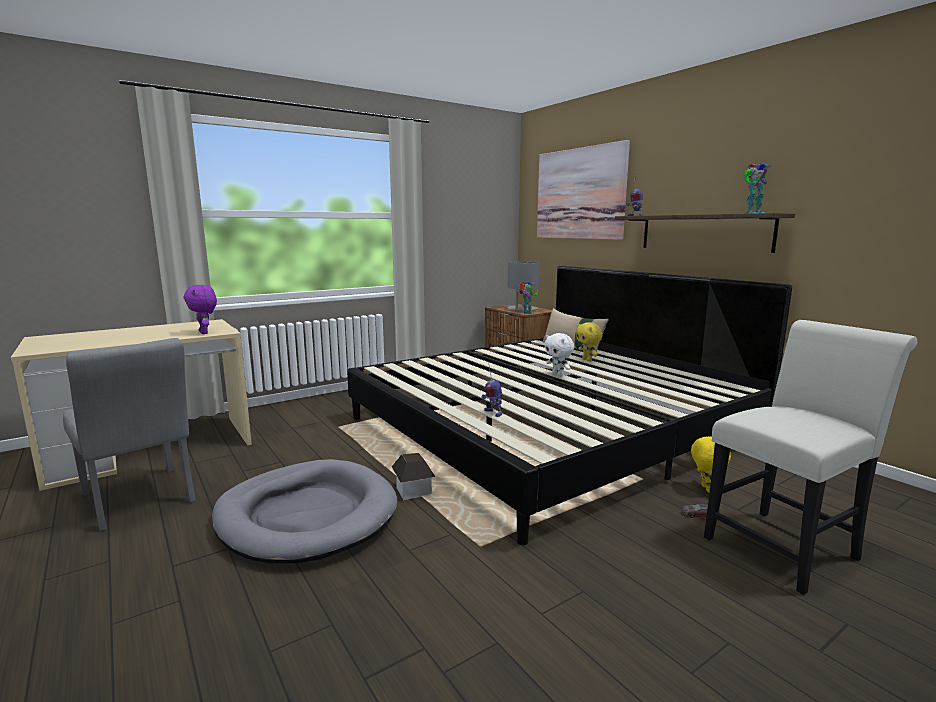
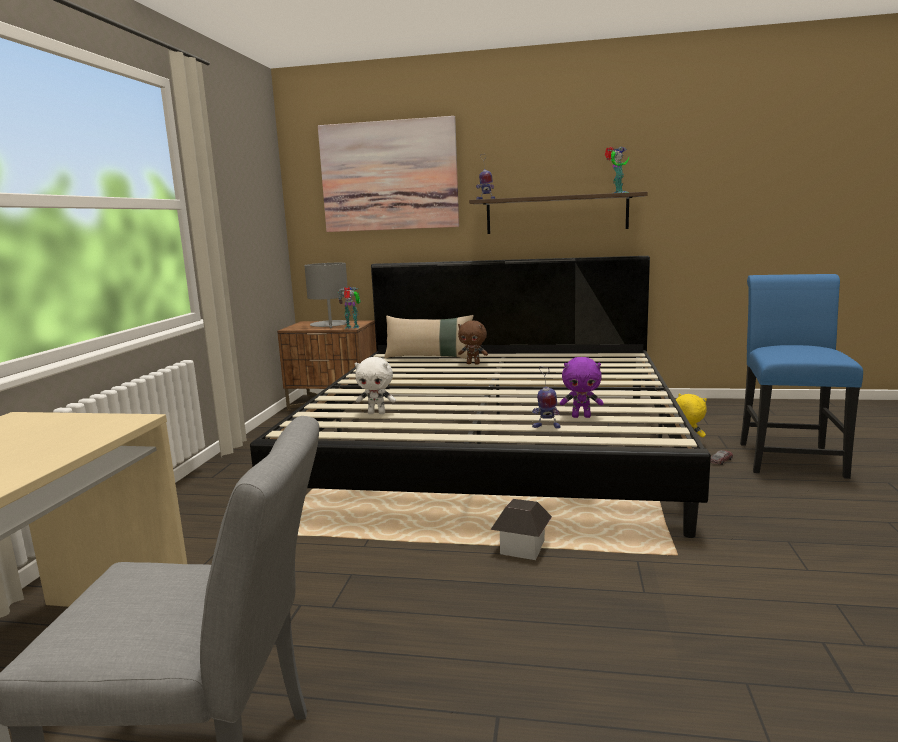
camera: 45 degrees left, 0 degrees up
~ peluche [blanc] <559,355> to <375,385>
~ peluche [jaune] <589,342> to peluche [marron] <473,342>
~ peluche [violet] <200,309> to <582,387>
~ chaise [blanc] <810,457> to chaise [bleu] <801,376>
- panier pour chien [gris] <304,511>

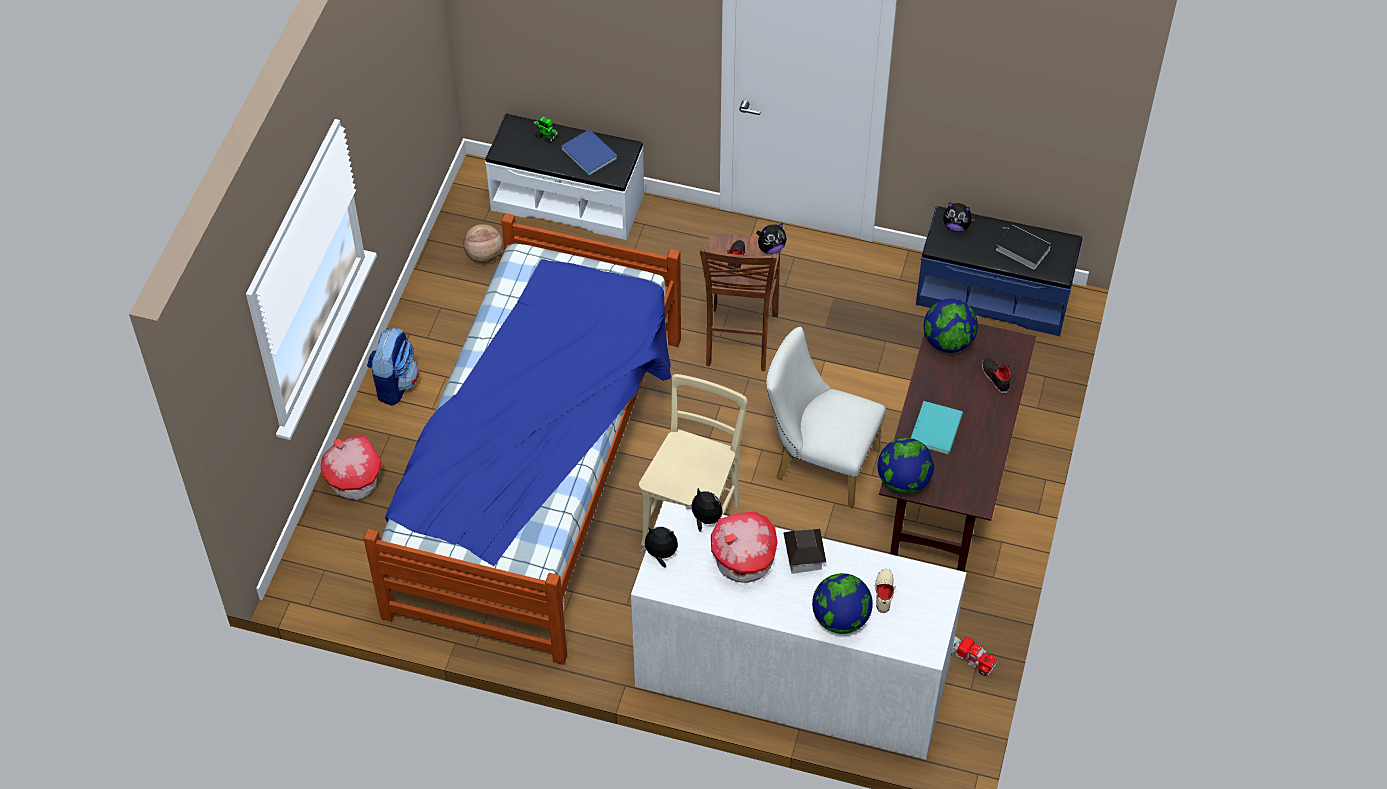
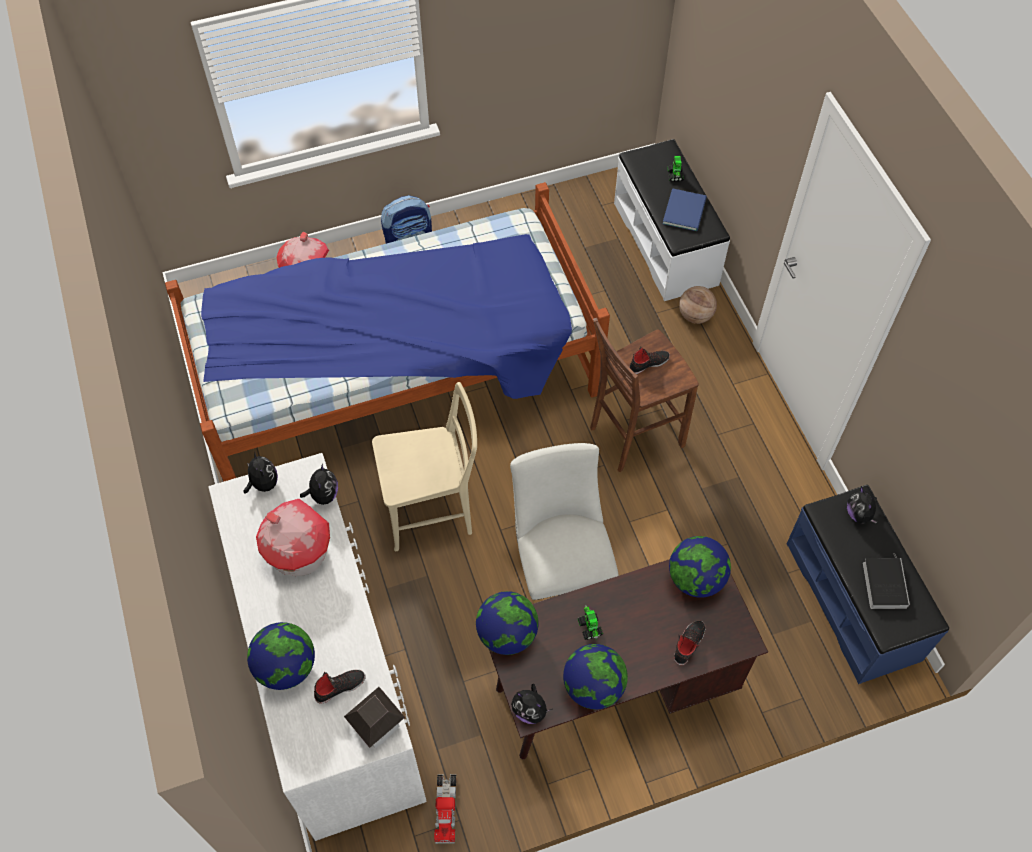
camera: 55 degrees right, 5 degrees up
~ chaussure [beige] <885,591> to chaussure [noir] <340,687>
~ maison miniature <804,551> to <374,717>
~ peluche <771,238> to <532,704>
+ globe <595,676>
~ livre [turquoise] <937,427> to robot jouet <590,622>
~ ballon de basket <482,243> to <698,305>

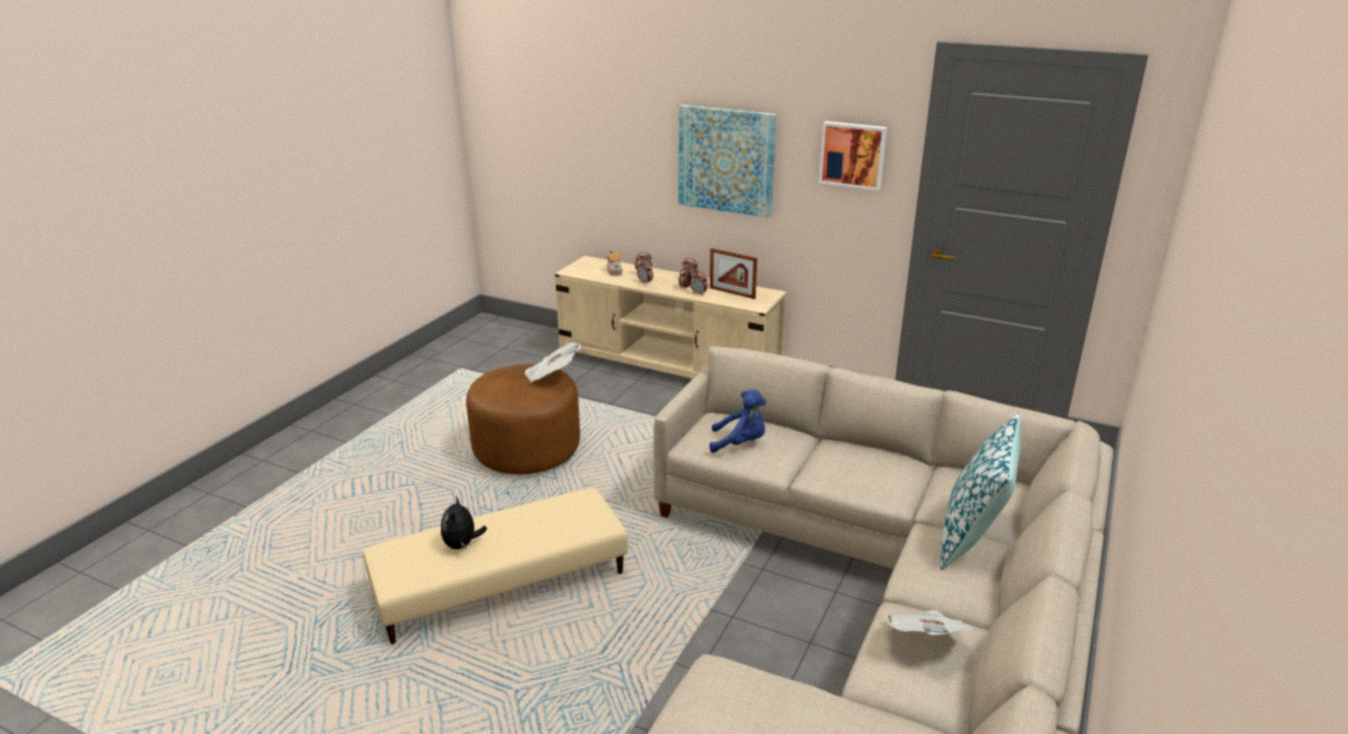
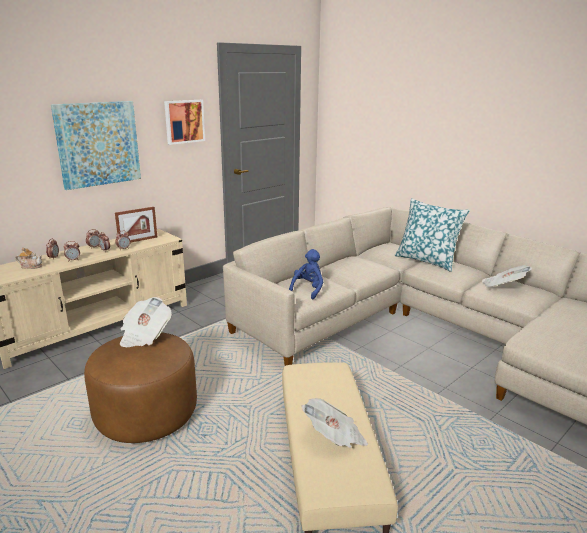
camera: 70 degrees left, 5 degrees down
~ peluche <464,522> to journal <334,423>

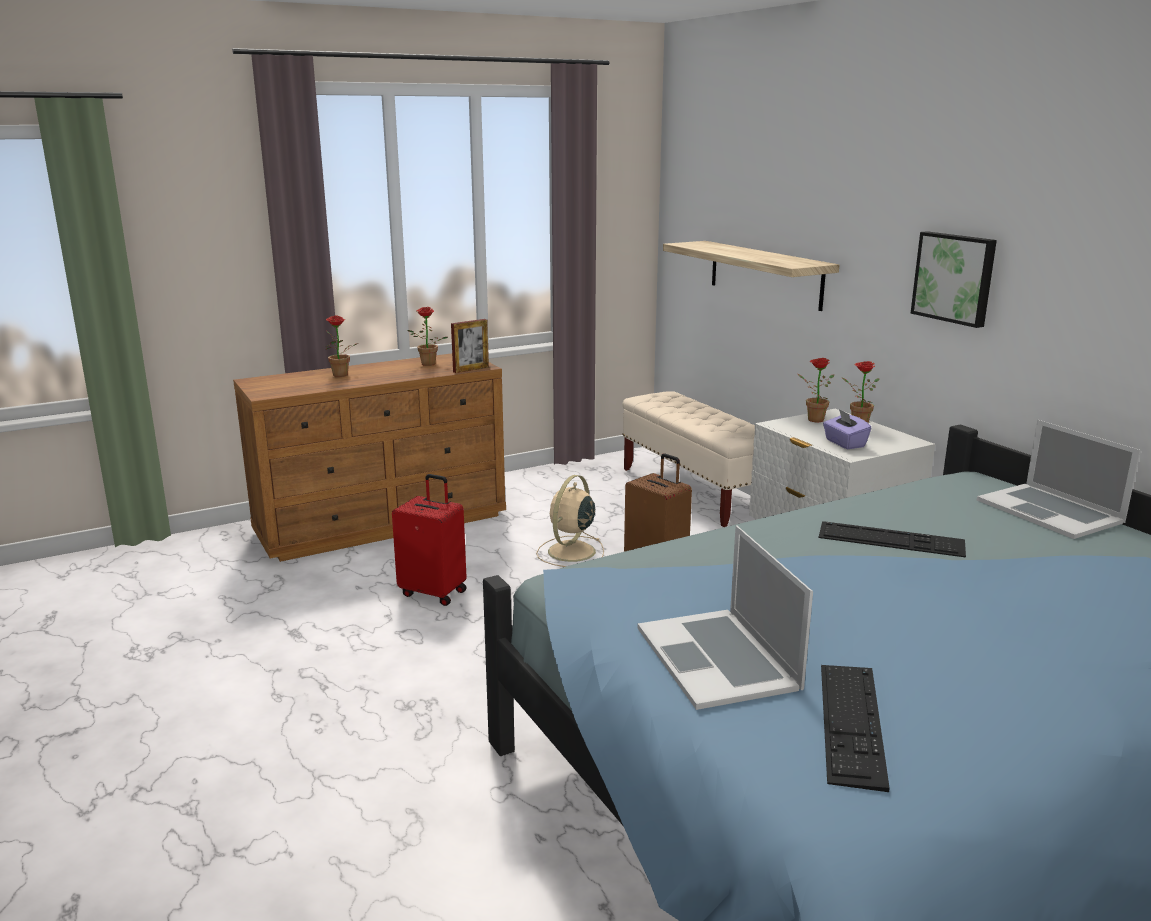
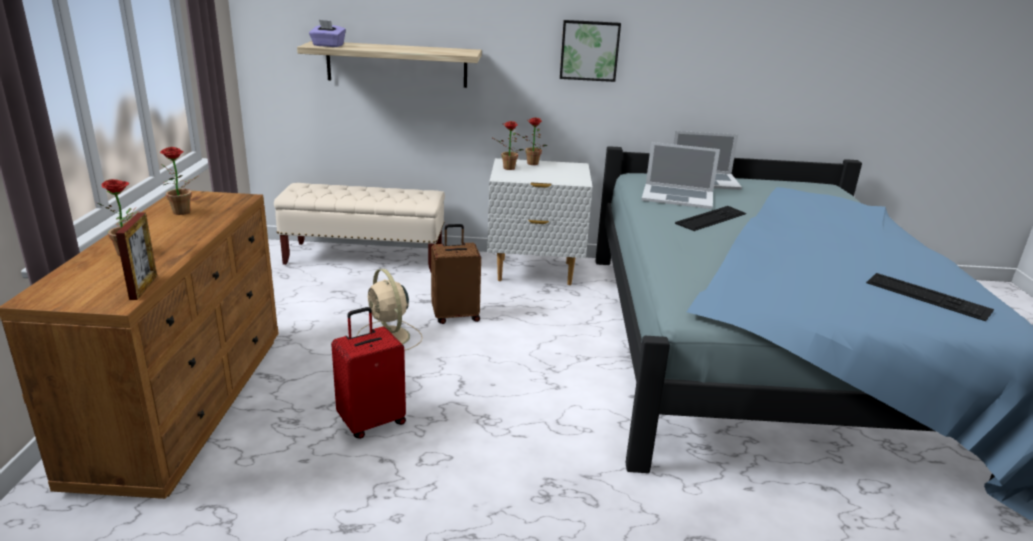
camera: 60 degrees left, 5 degrees up
~ cadre photo <470,346> to <136,256>
~ boîte à mouchoirs [violet] <847,429> to <327,33>
~ ordinateur portable <725,618> to <680,175>

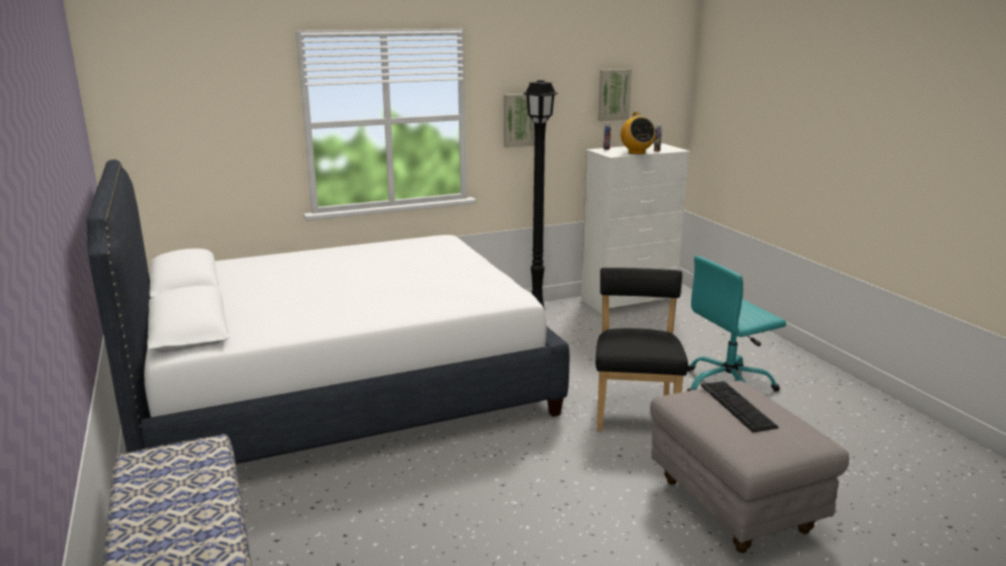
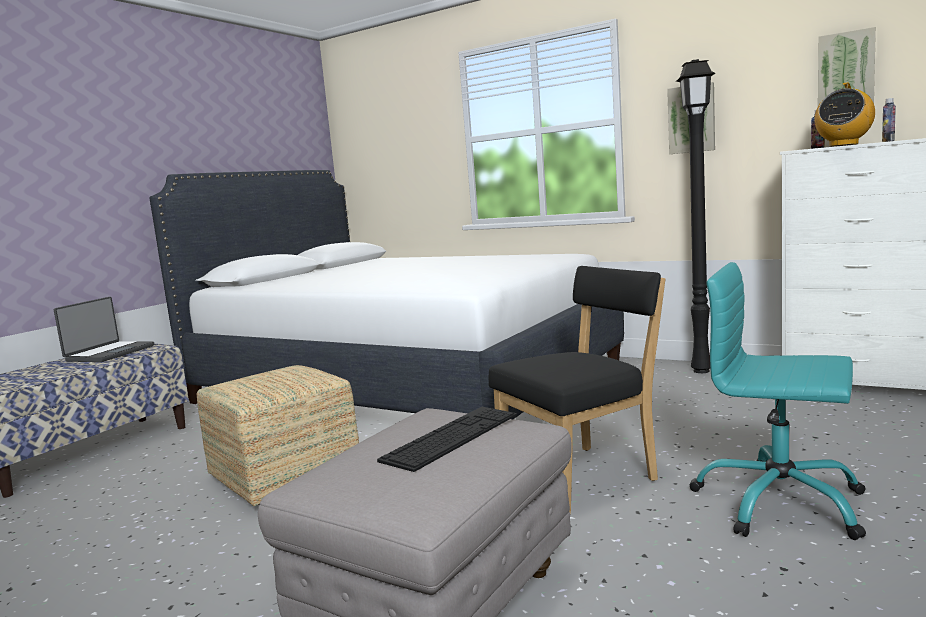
camera: 55 degrees right, 10 degrees down
+ ordinateur portable <104,329>
+ pouf <278,435>

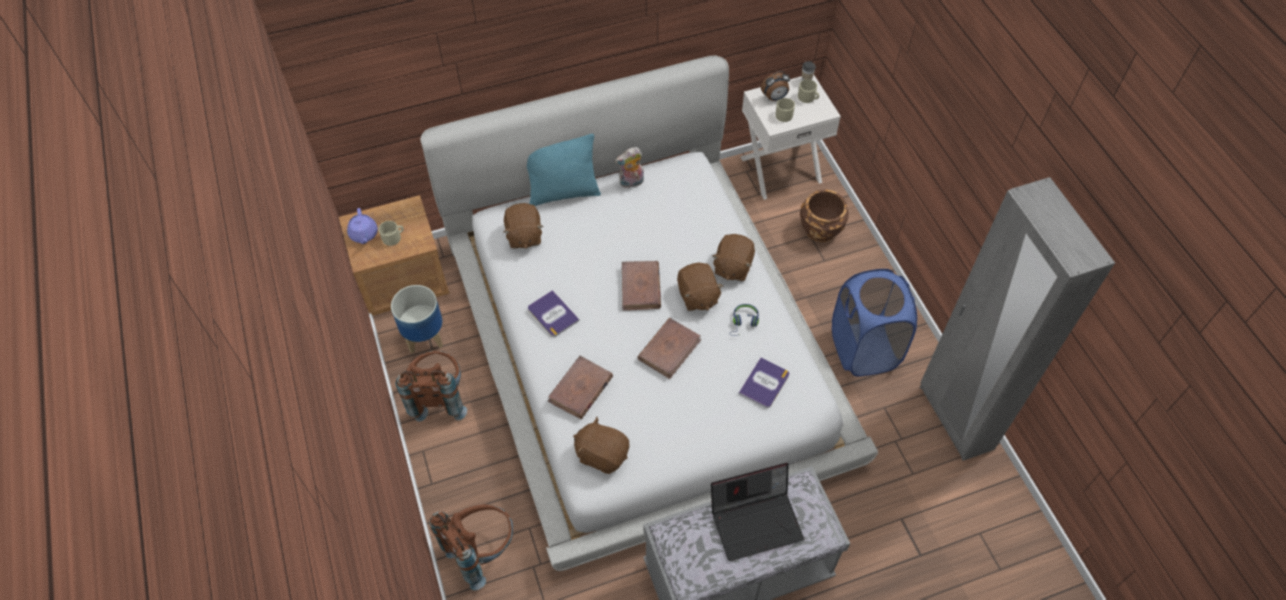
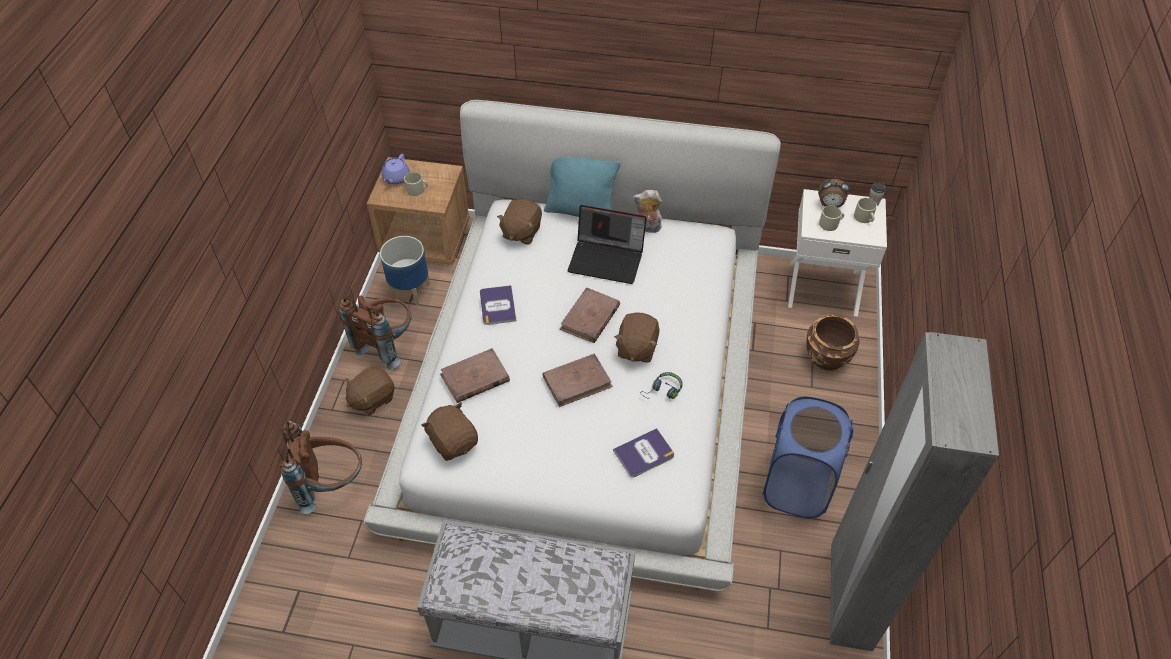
camera: 30 degrees right, 5 degrees down
~ peluche [marron] <733,257> to <370,391>
~ ordinateur portable <757,512> to <607,244>

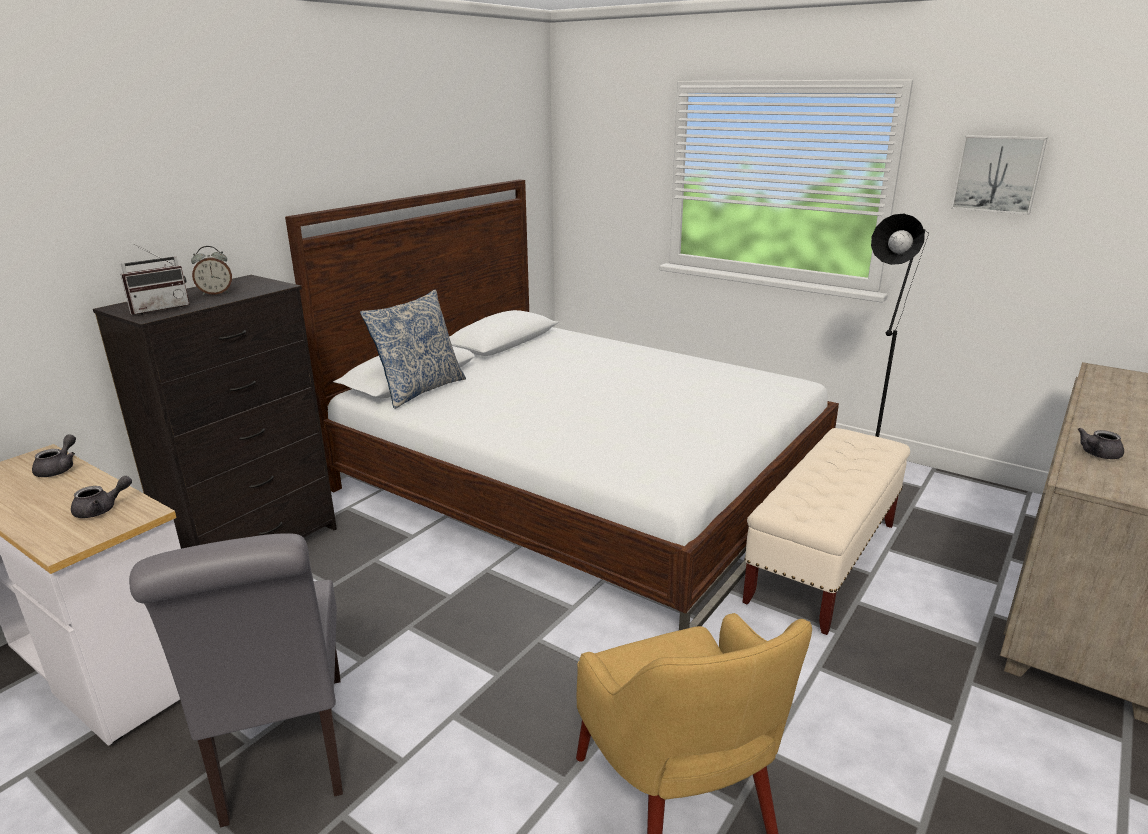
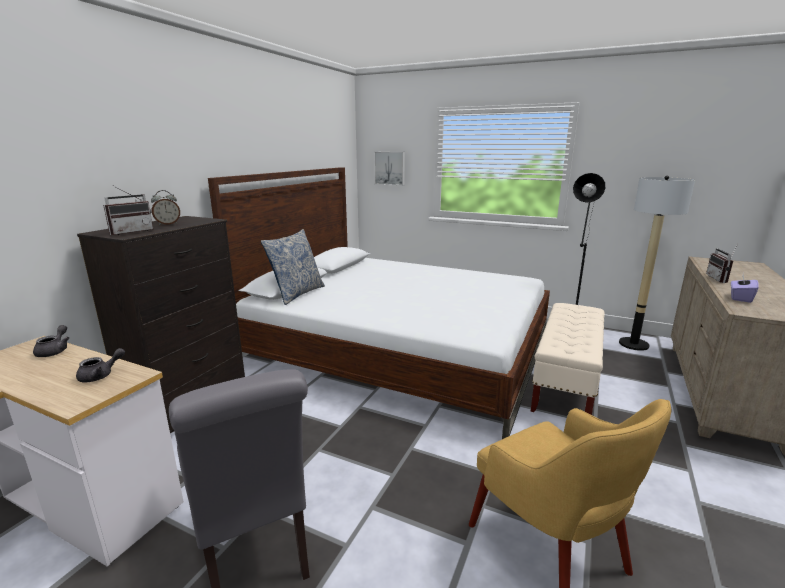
camera: 10 degrees left, 5 degrees down
~ tableau <999,175> to <389,169>
+ lampadaire <657,263>
+ radio <722,263>
~ théière [gris] <1100,443> to boîte à mouchoirs [violet] <745,288>

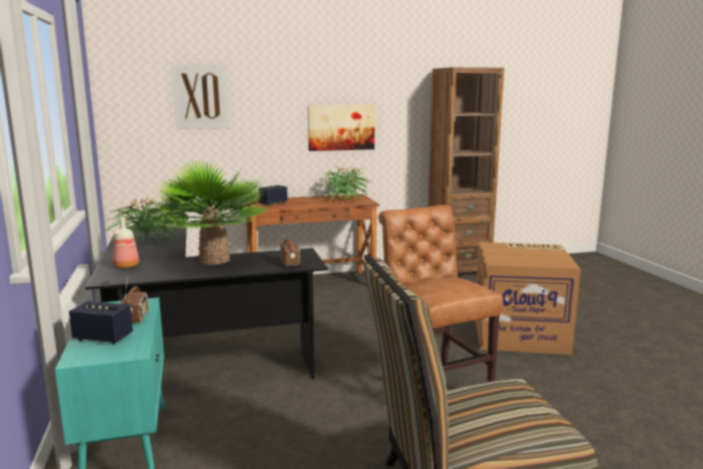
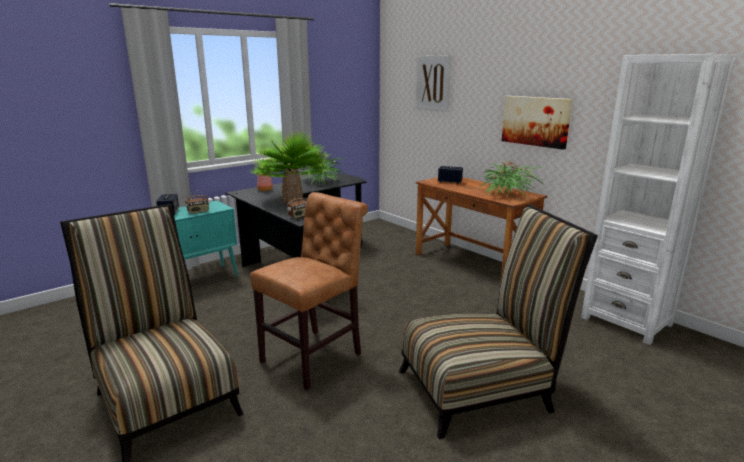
camera: 65 degrees right, 5 degrees up
~ carton <528,298> to chaise <498,321>
~ bibliothèque [marron] <466,170> to bibliothèque [blanc] <658,199>

